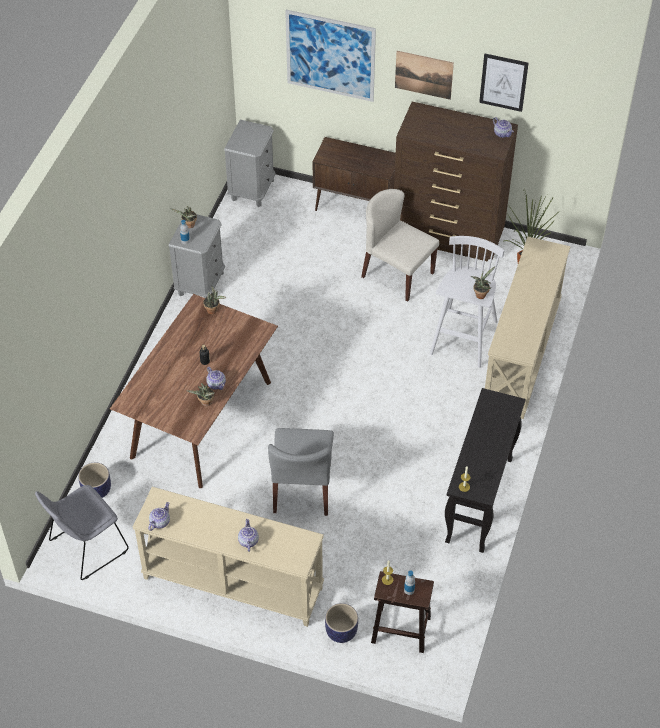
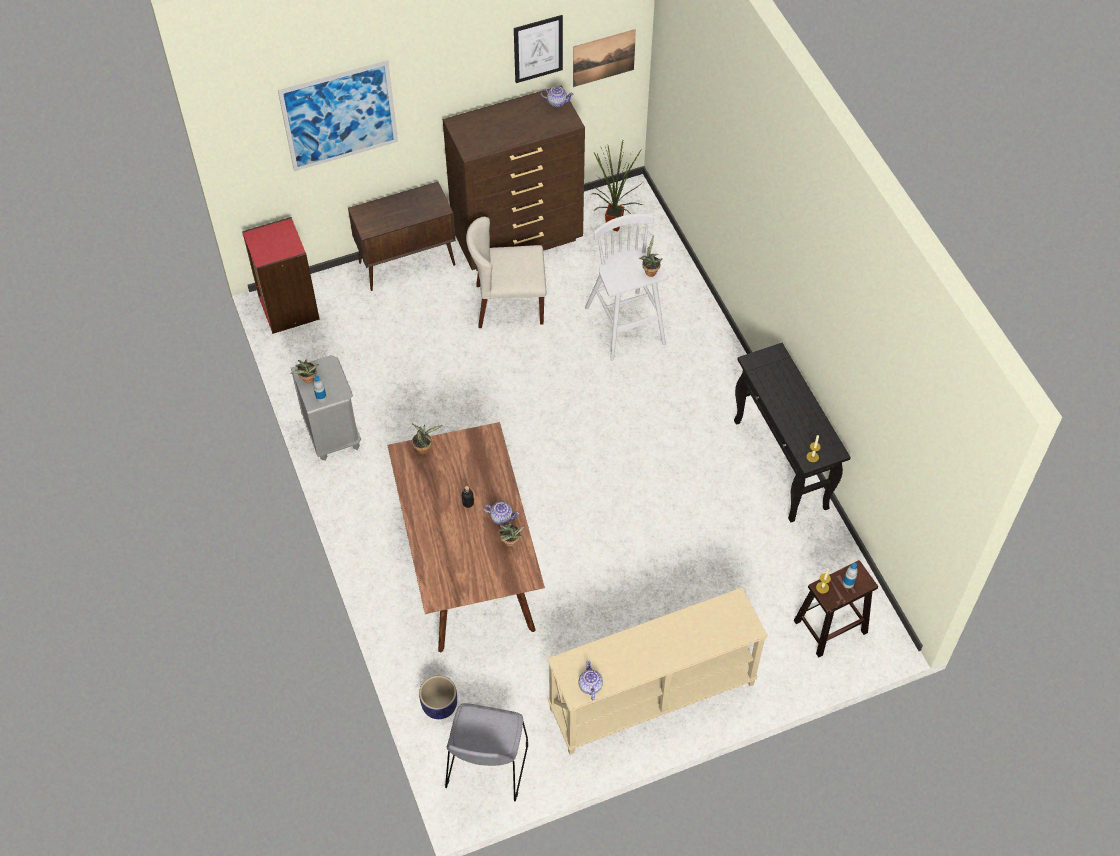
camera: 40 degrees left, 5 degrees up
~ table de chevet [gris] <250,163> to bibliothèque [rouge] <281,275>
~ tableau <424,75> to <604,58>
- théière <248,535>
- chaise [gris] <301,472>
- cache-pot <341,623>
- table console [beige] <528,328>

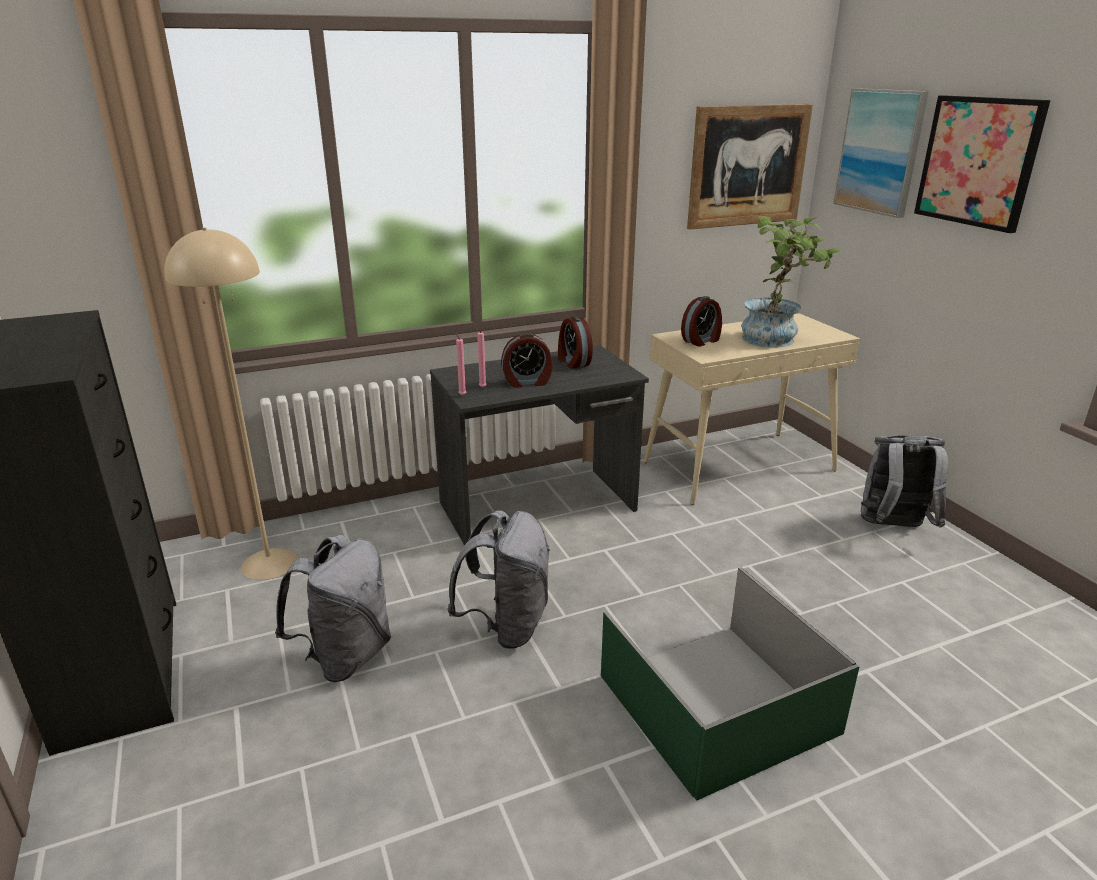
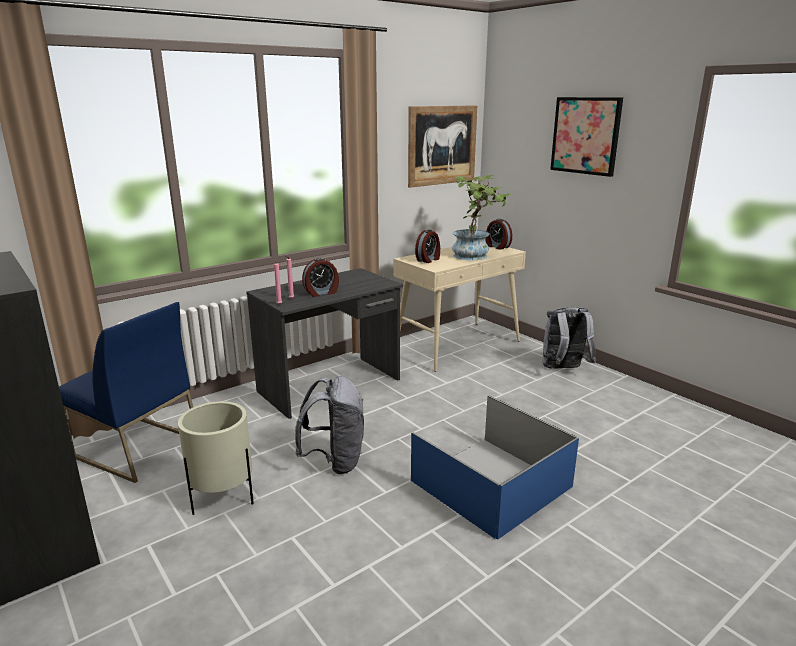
camera: 15 degrees left, 5 degrees down
~ lampadaire [beige] <230,403> to chaise [bleu] <126,392>
~ sac à dos [gris] <333,608> to cache-pot [beige] <216,458>
~ boîte de rangement [vert] <730,683> to boîte de rangement [bleu] <495,468>
~ réveil <575,342> to <498,234>
- tableau <881,153>

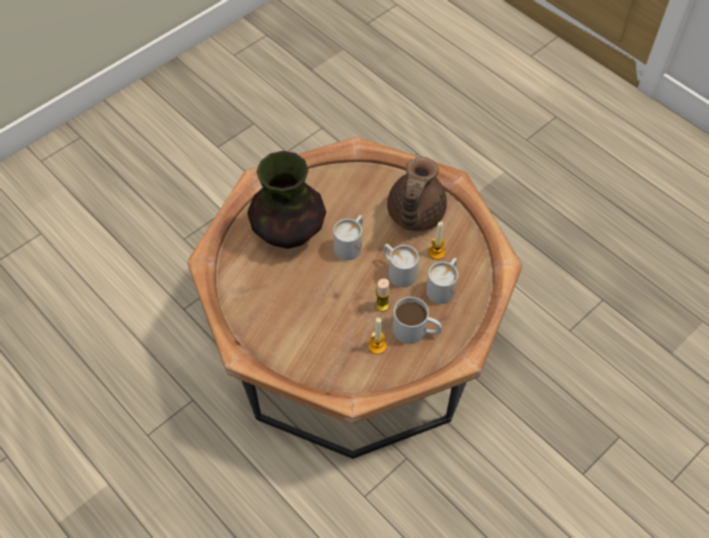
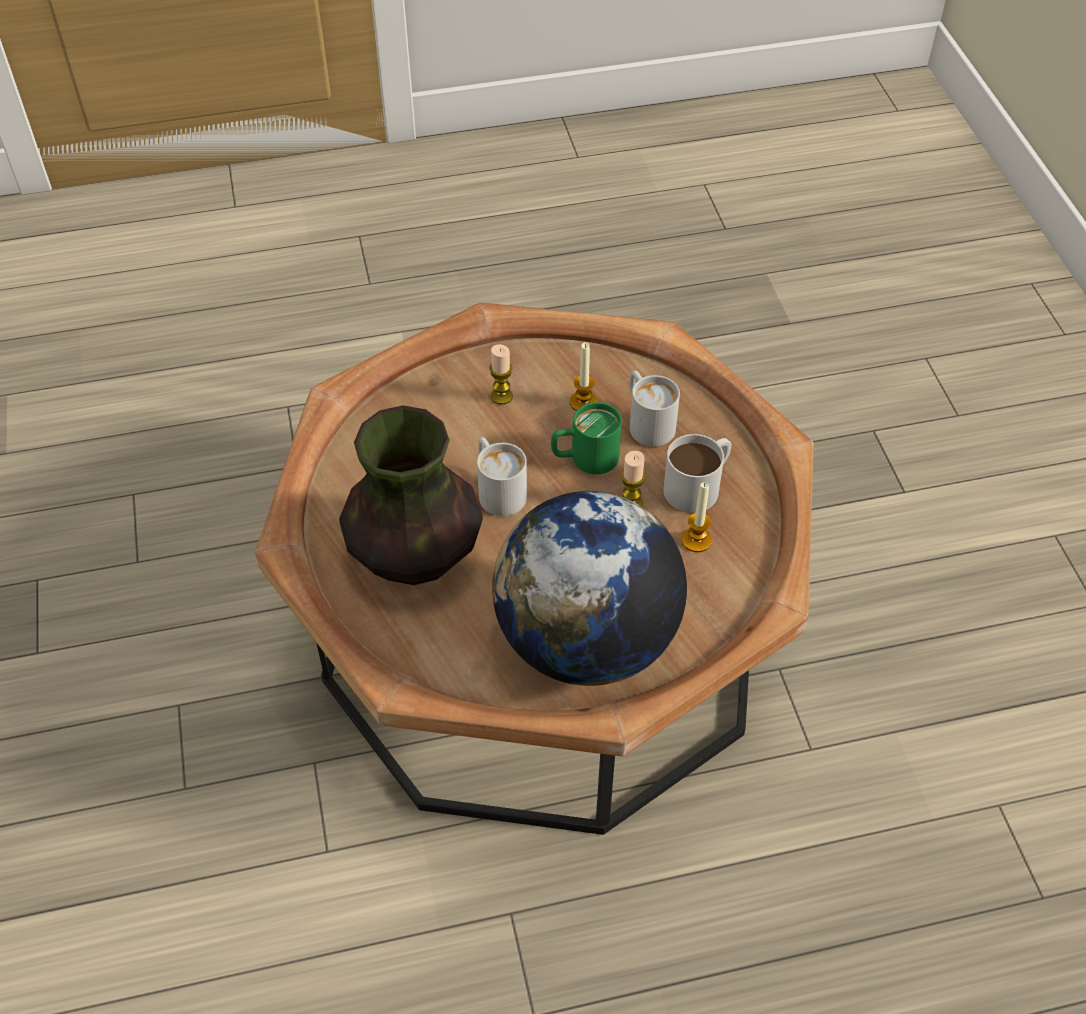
camera: 60 degrees left, 5 degrees down
~ théière [marron] <417,194> to bougie <501,374>
+ globe <589,588>
~ mug [blanc] <401,265> to mug [vert] <586,438>

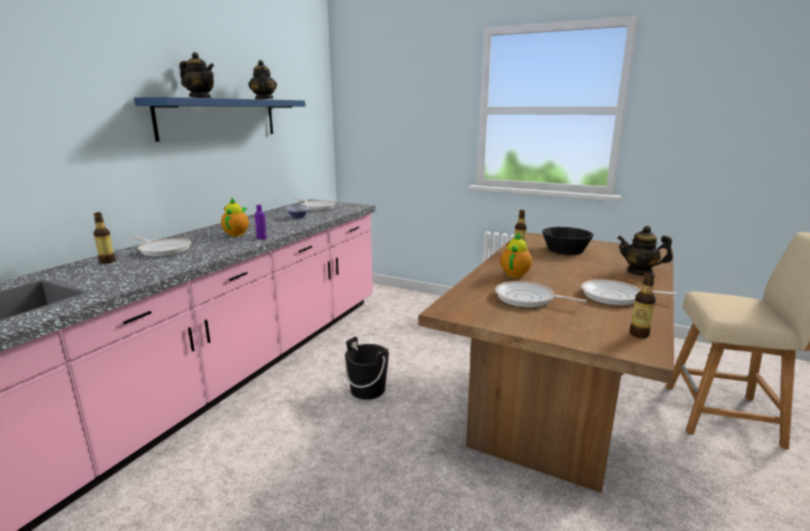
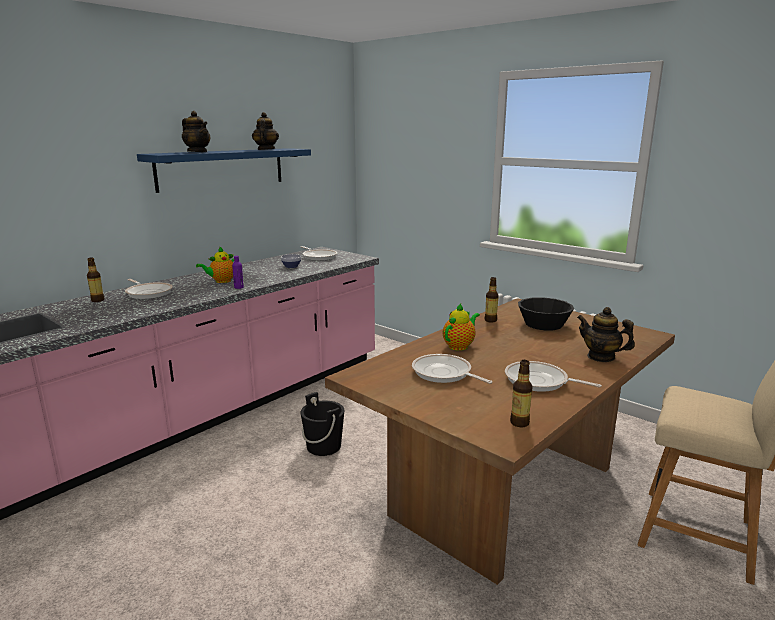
camera: 15 degrees right, 0 degrees up
~ théière <235,217> = <215,264> 150 degrees counterclockwise

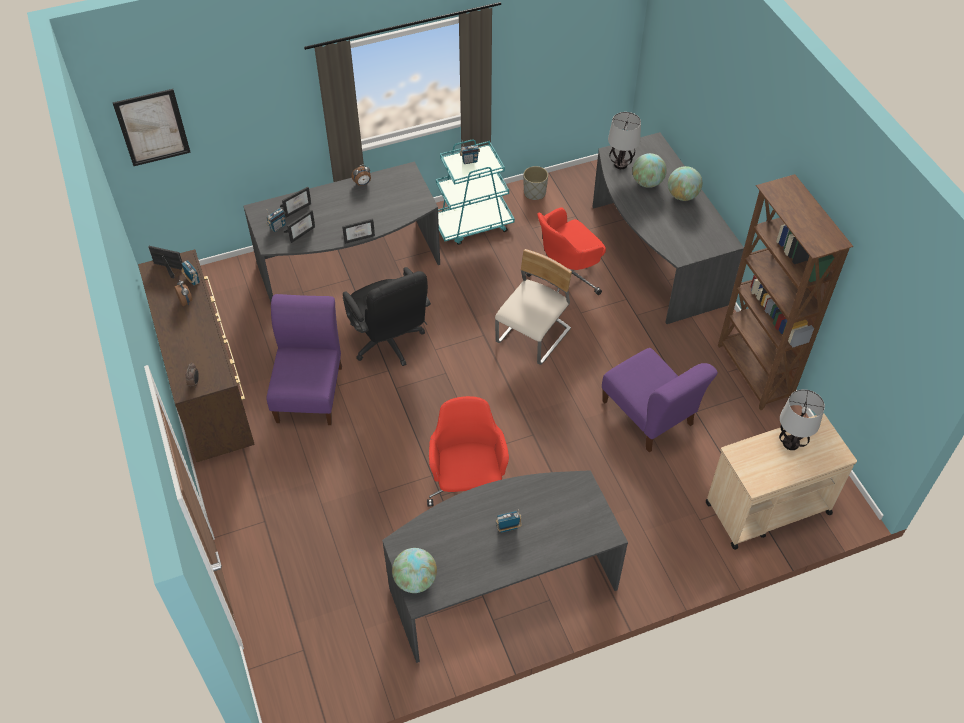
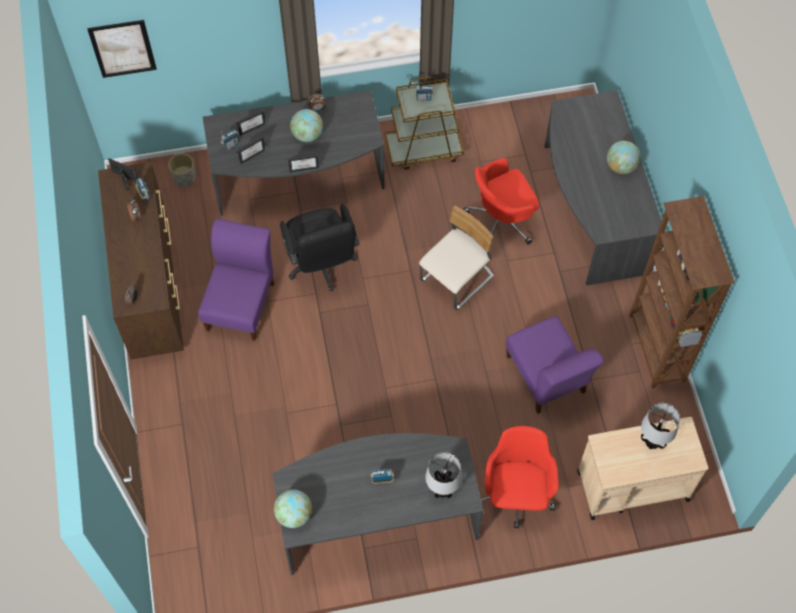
camera: 10 degrees right, 10 degrees up
~ cache-pot [gris] <535,183> to <181,170>
~ globe <649,170> to <306,125>
~ chariot [turquoise] <475,192> to chariot [marron] <424,123>
~ lampe de table <624,140> to <443,475>
~ chaise de bureau [rouge] <468,451> to <519,477>

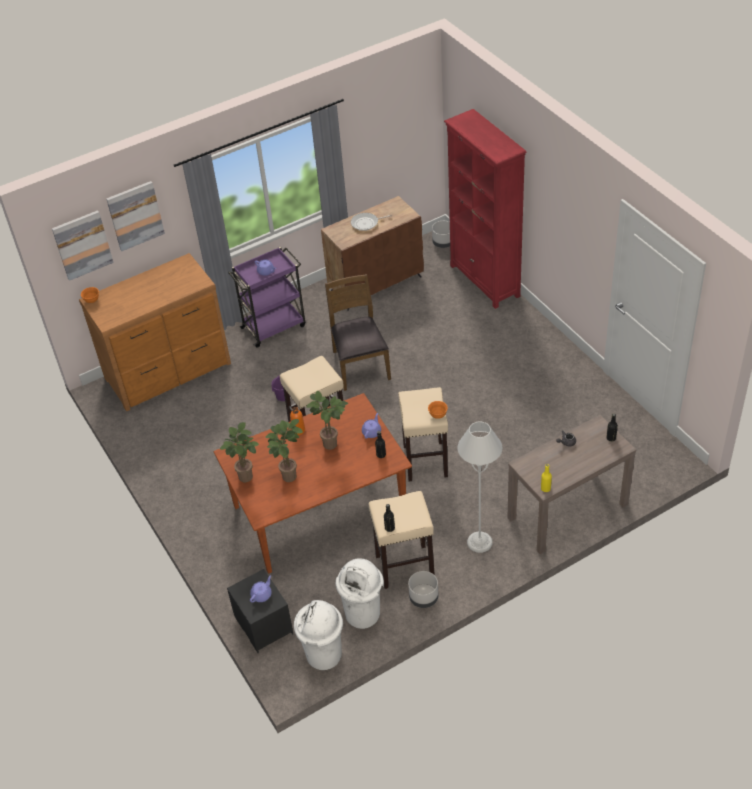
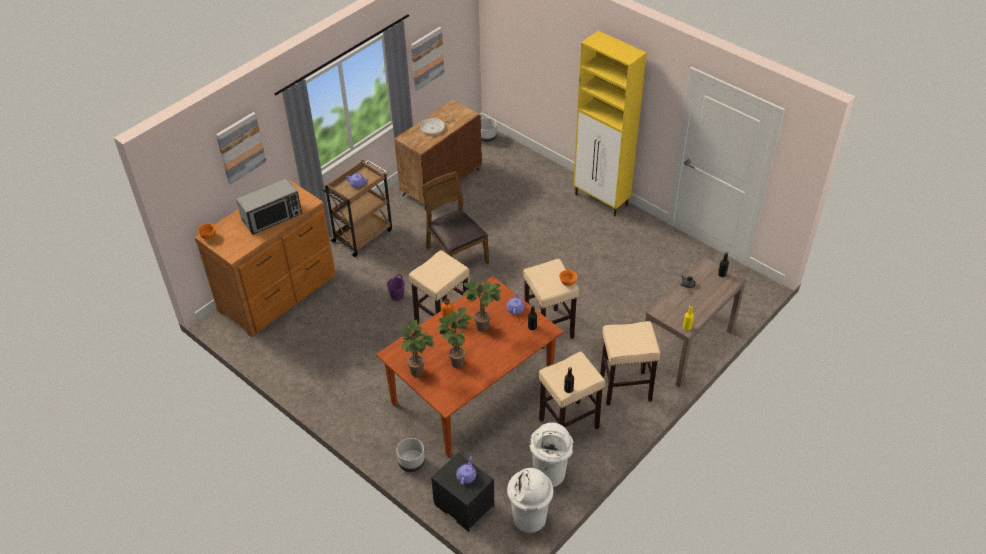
camera: 20 degrees left, 0 degrees up
+ micro-ondes <269,206>
~ chariot [violet] <267,297> to chariot [marron] <357,208>
~ cache-pot [gris] <423,589> to <411,455>
~ tableau <83,245> to <427,59>
+ meuble de rangement [jaune] <610,123>
~ lampadaire [gris] <479,487> to tabouret [beige] <630,363>
- bibliothèque [rouge] <485,209>

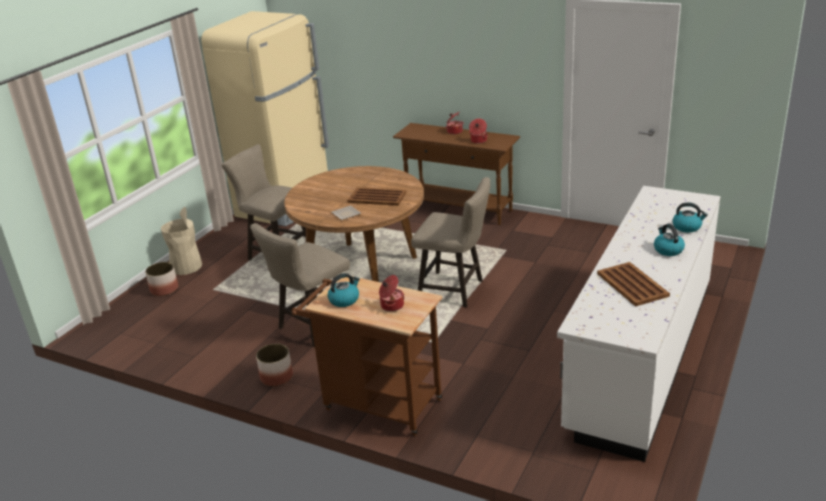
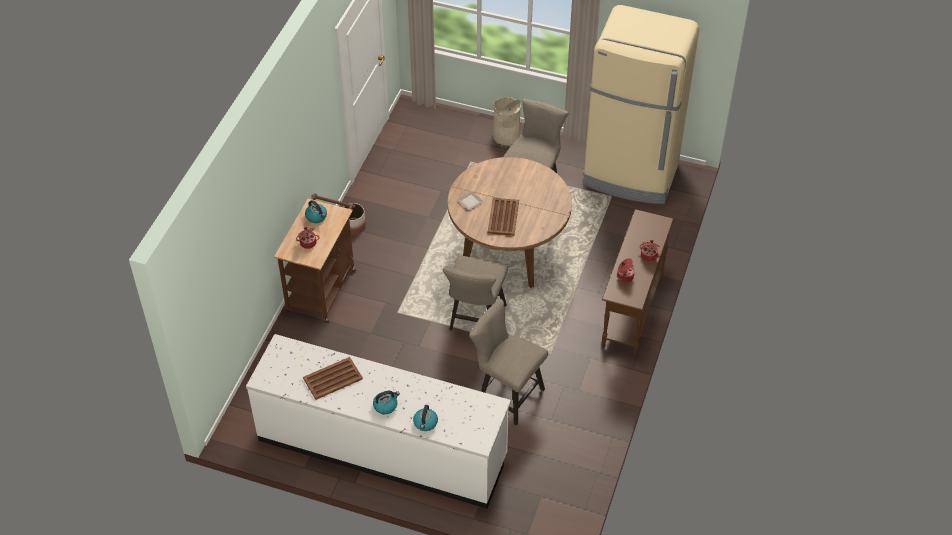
camera: 80 degrees right, 20 degrees up
~ tabouret [beige] <300,285> to <508,362>
- cache-pot <161,279>

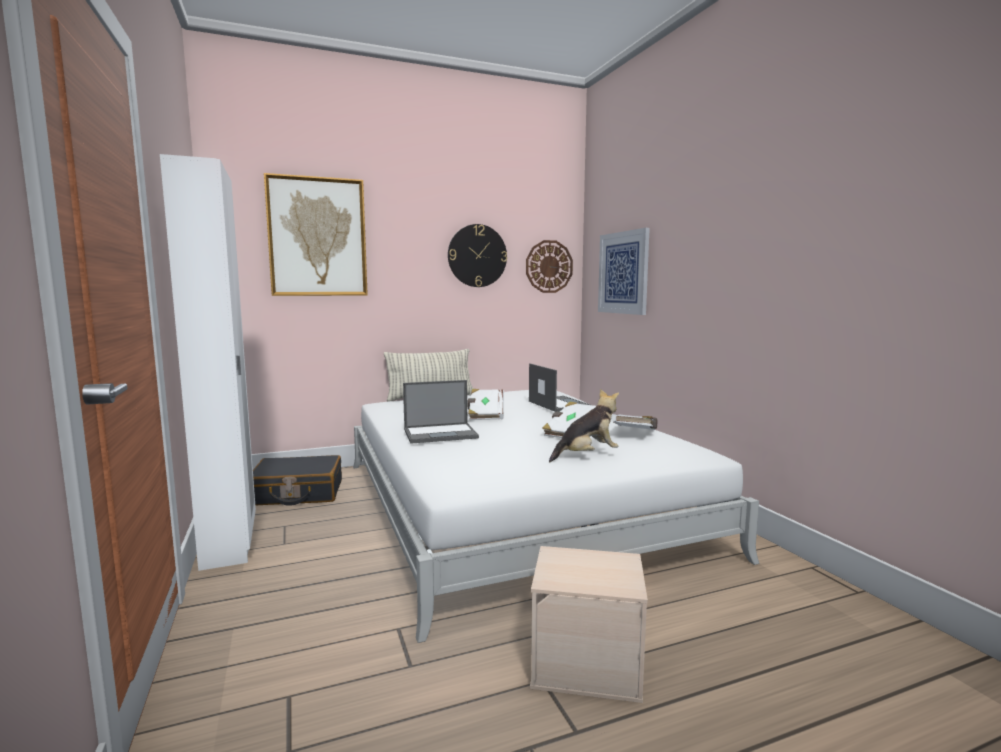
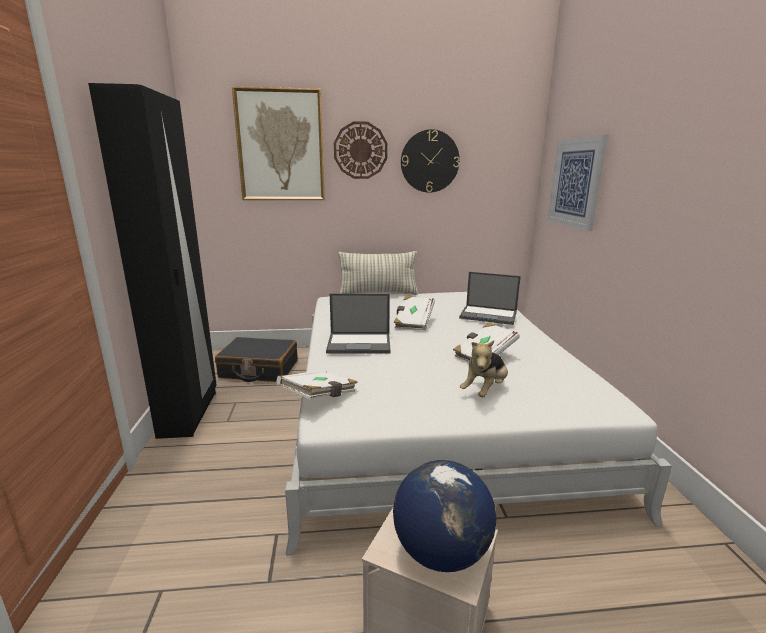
camera: 15 degrees right, 10 degrees up
~ armoire [blanc] <208,362> to armoire [noir] <152,261>
~ livre [blanc] <634,422> to <317,385>
~ horloge murale <549,266> to <361,150>
+ globe <444,516>
~ ordinateur portable <559,387> = <490,298> 120 degrees clockwise
~ peluche <584,425> = <484,368> 135 degrees clockwise

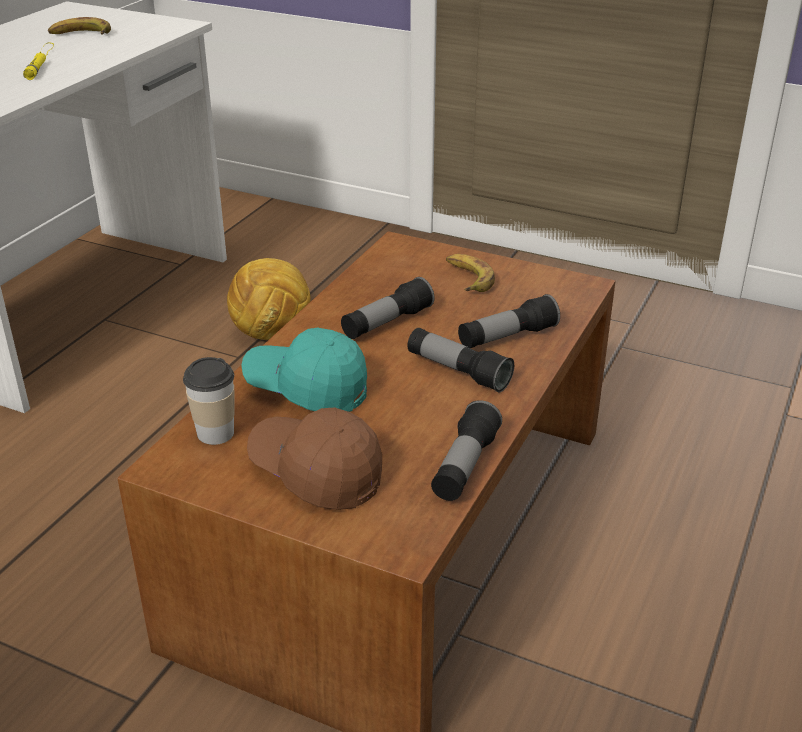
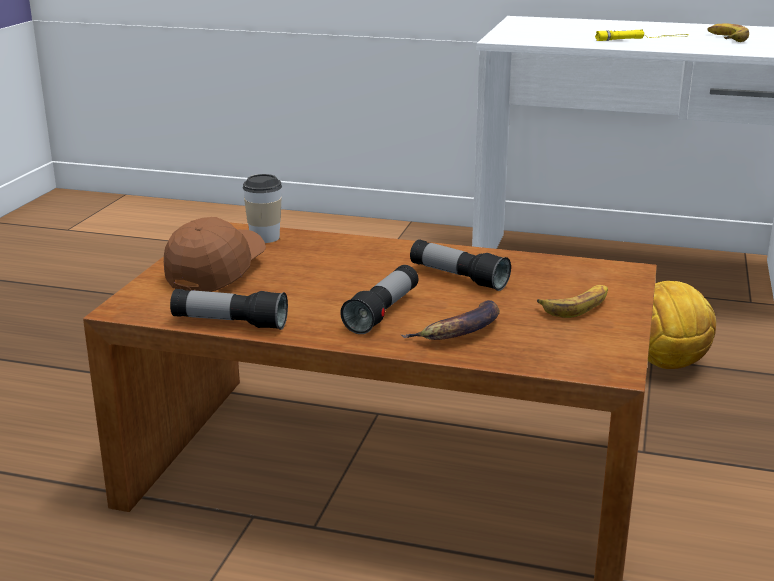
camera: 80 degrees right, 10 degrees down
~ lampe de poche <509,321> to banane <450,320>
- casquette [turquoise] <304,369>

